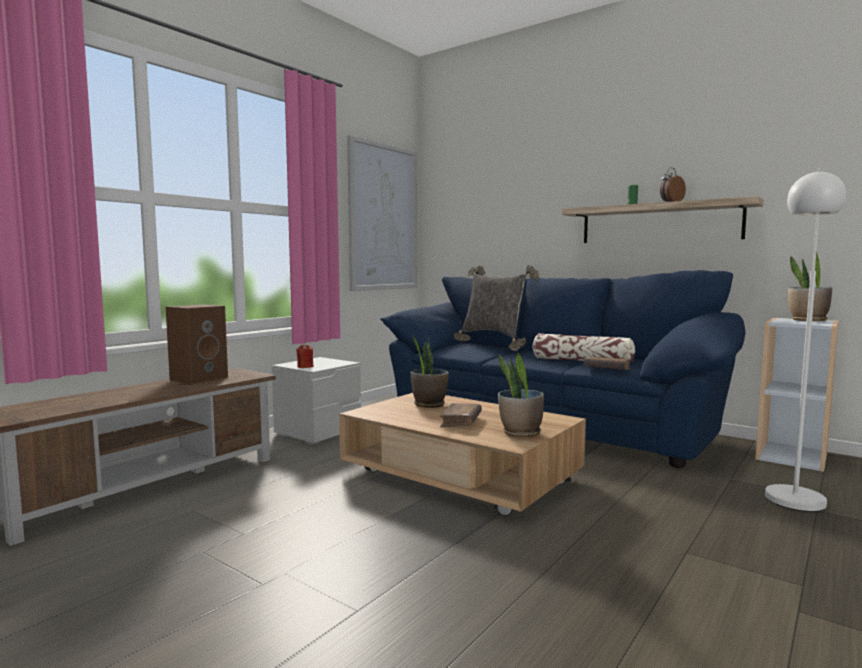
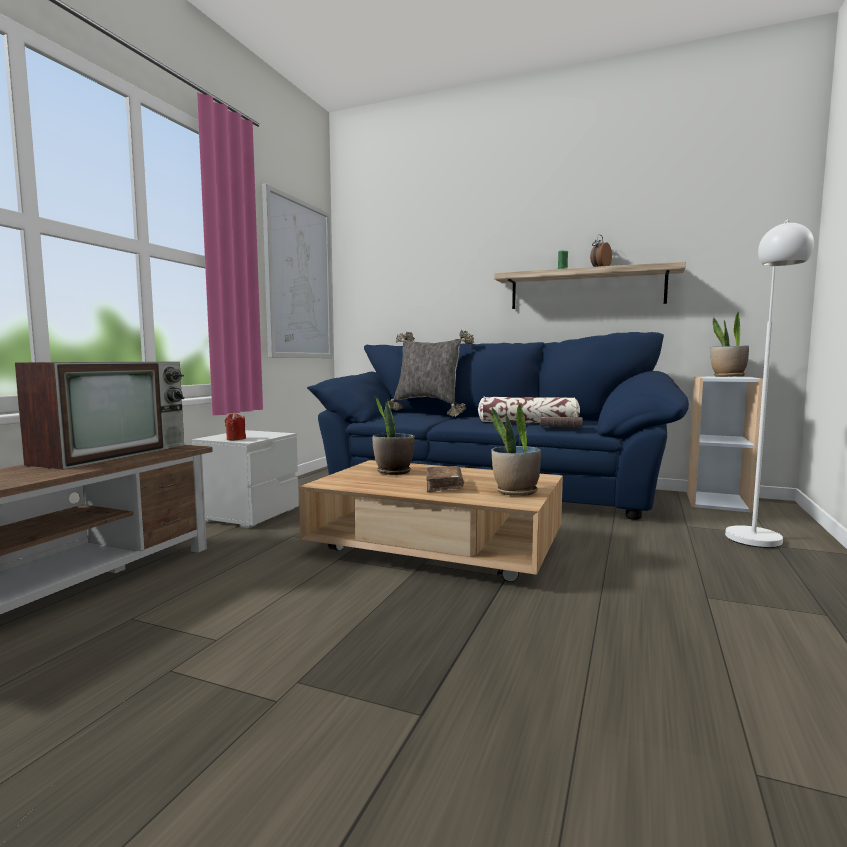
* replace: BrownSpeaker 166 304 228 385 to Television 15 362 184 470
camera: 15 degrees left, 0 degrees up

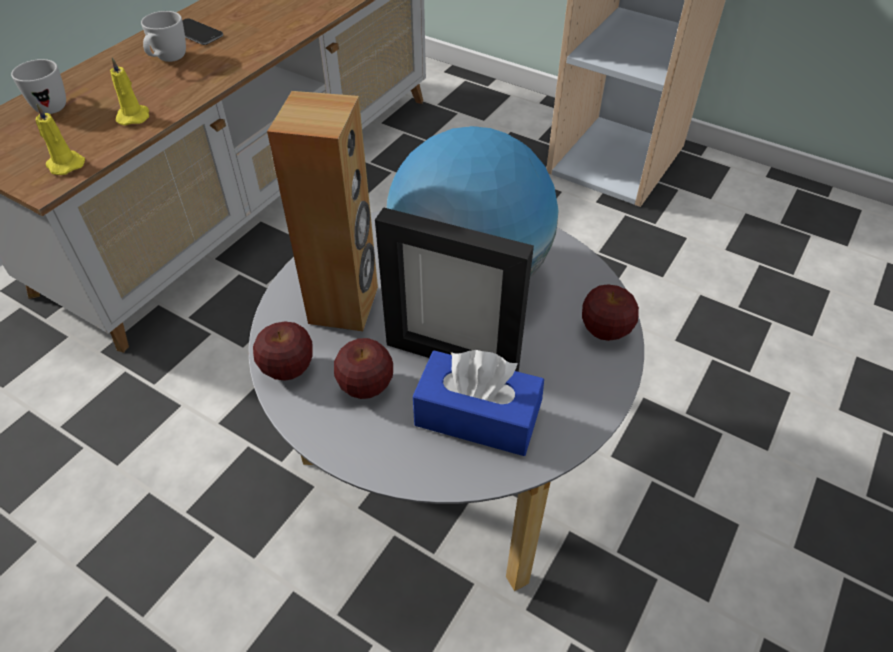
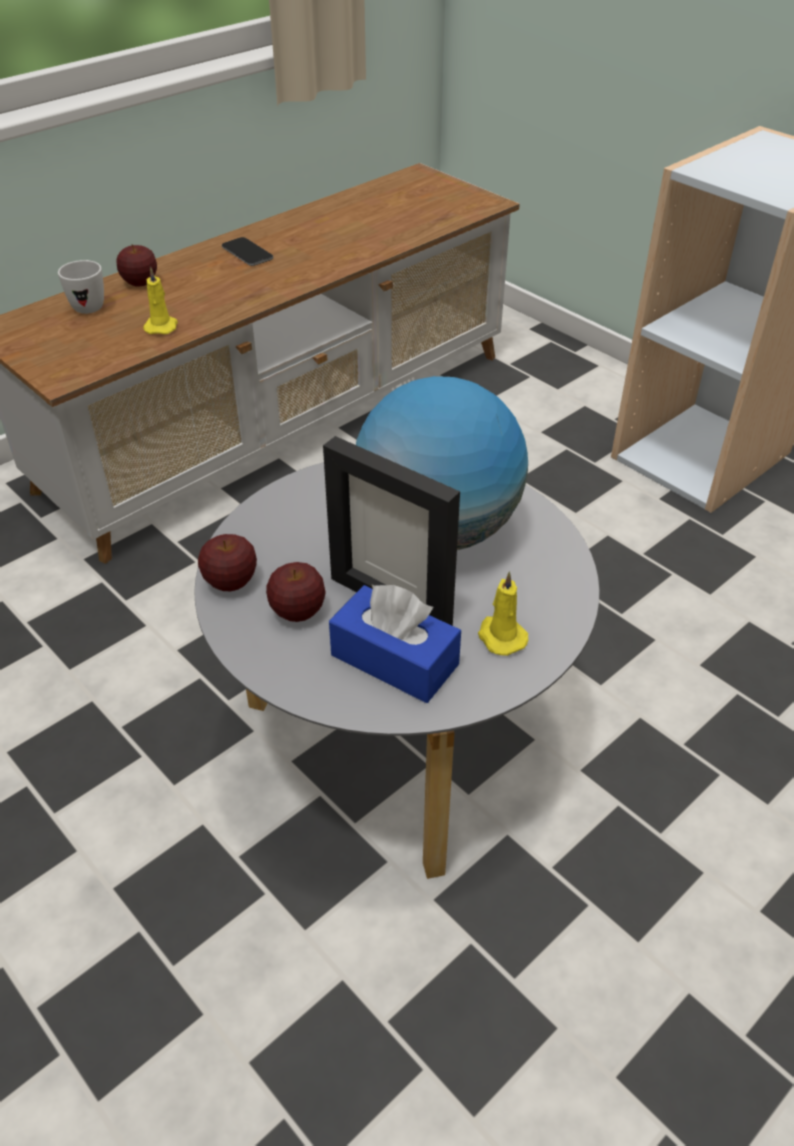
* delete: WhiteMug 141 11 186 62
* delete: BrownSpeaker 267 91 378 331
* move: YellowCandle 35 104 85 175 to 478 571 528 656
* move: Apple 582 284 639 341 to 116 244 157 287
camera: 15 degrees right, 5 degrees down

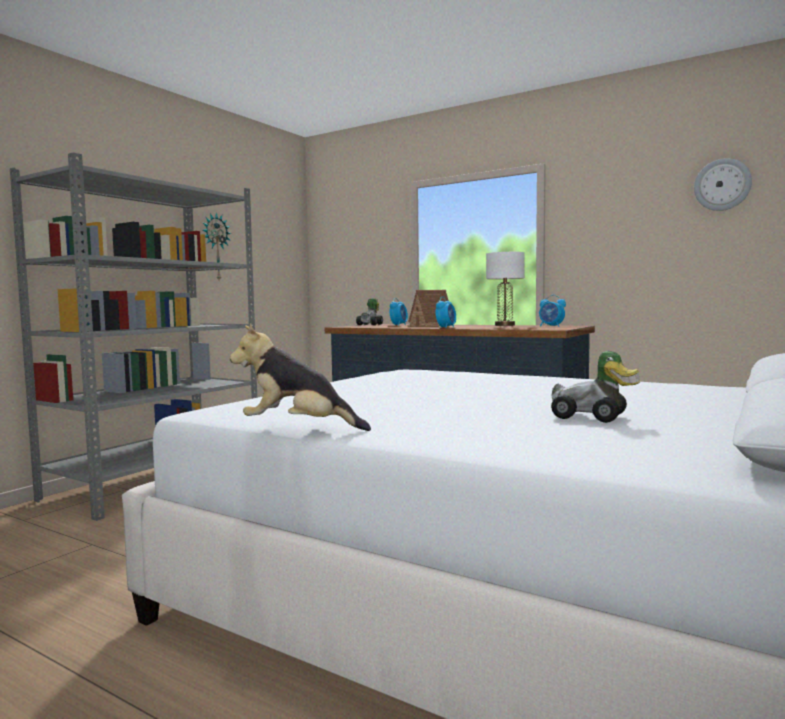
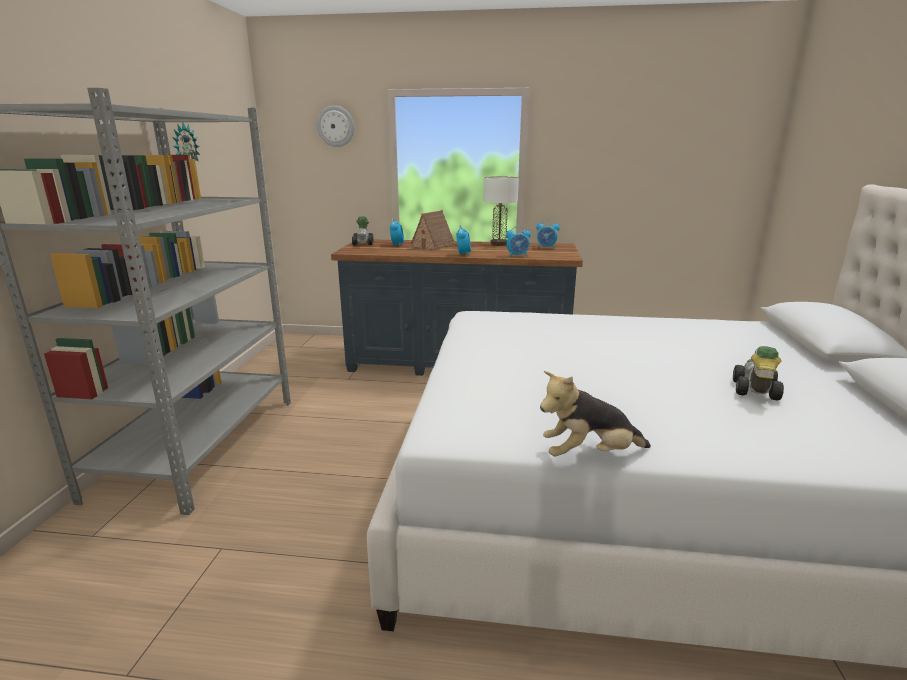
* move: WallClock 694 158 752 211 to 317 105 354 147
* rotate: ToyCar 551 351 641 423 = 733 346 784 400 105 degrees clockwise
* insert: AlarmClock 506 226 531 257
camera: 25 degrees left, 15 degrees up

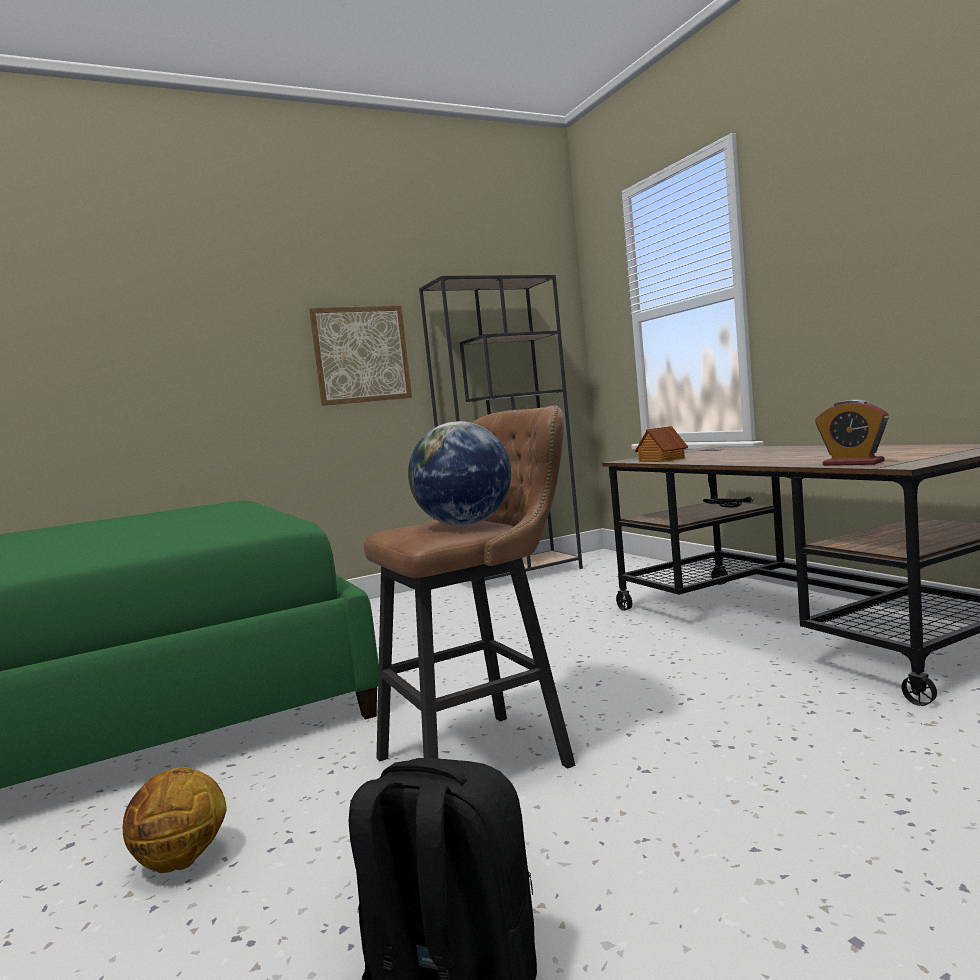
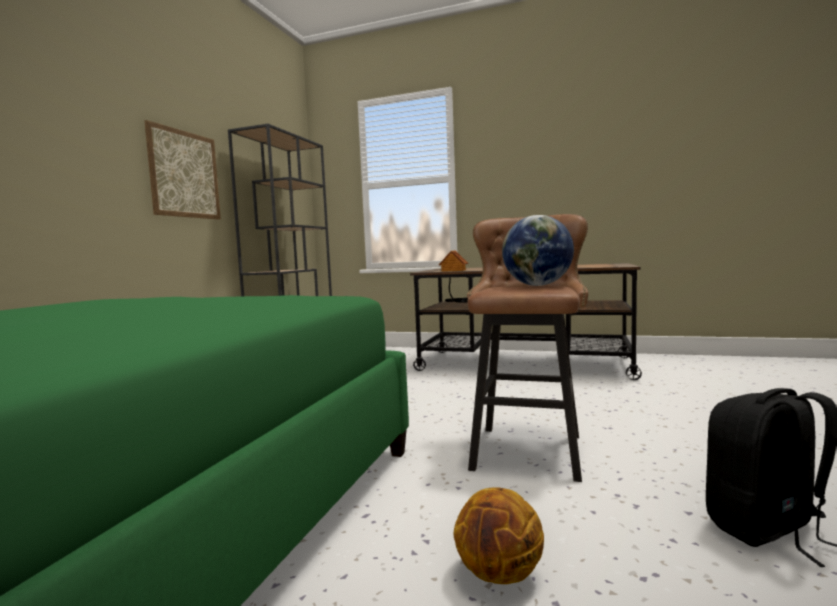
* delete: AlarmClock 815 399 889 466
camera: 45 degrees left, 0 degrees up

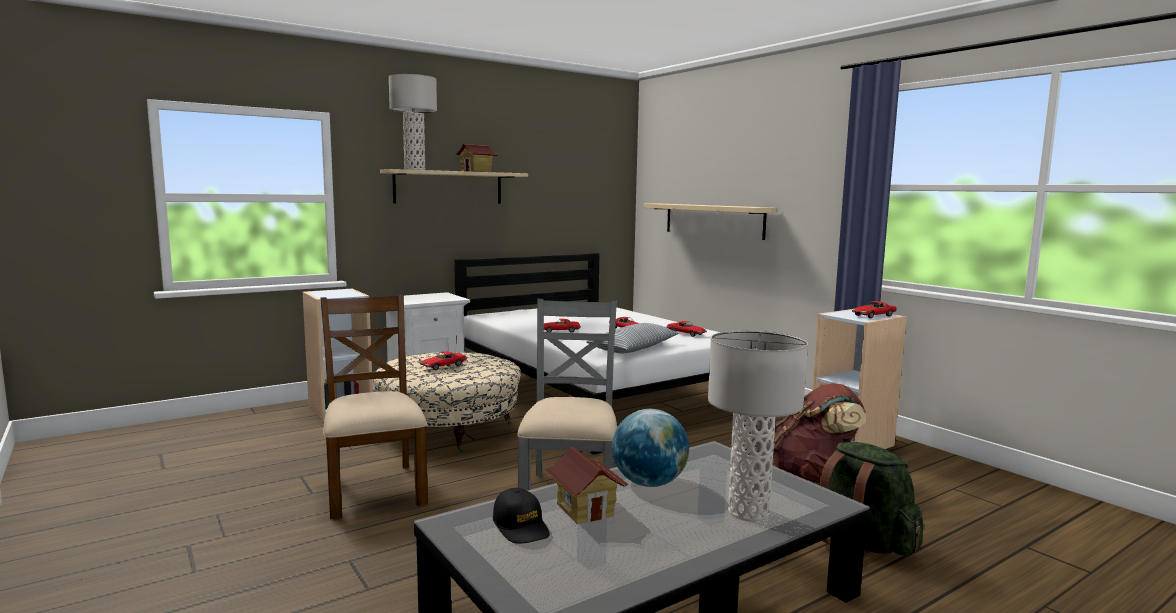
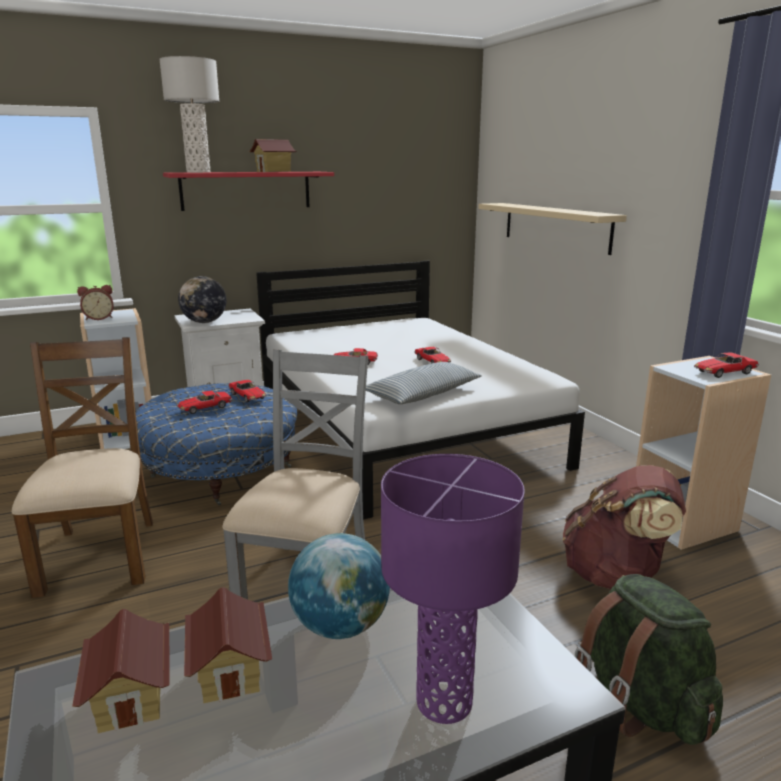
* recolor: BeigeShelf 380 169 528 204 to RedShelf 163 172 334 211
* move: ToyCar 666 321 707 337 to 228 380 266 403
* recolor: WhiteTableLamp 708 330 808 521 to PurpleTableLamp 381 454 525 724
* recolor: BeigeOttoman 373 352 521 452 to BlueOttoman 135 383 297 506
* replace: BlackCap 493 488 550 543 to ToyHouse 72 609 169 733
* insert: Globe 178 276 226 323
* insert: AlarmClock 77 285 114 320
camera: 10 degrees right, 10 degrees up

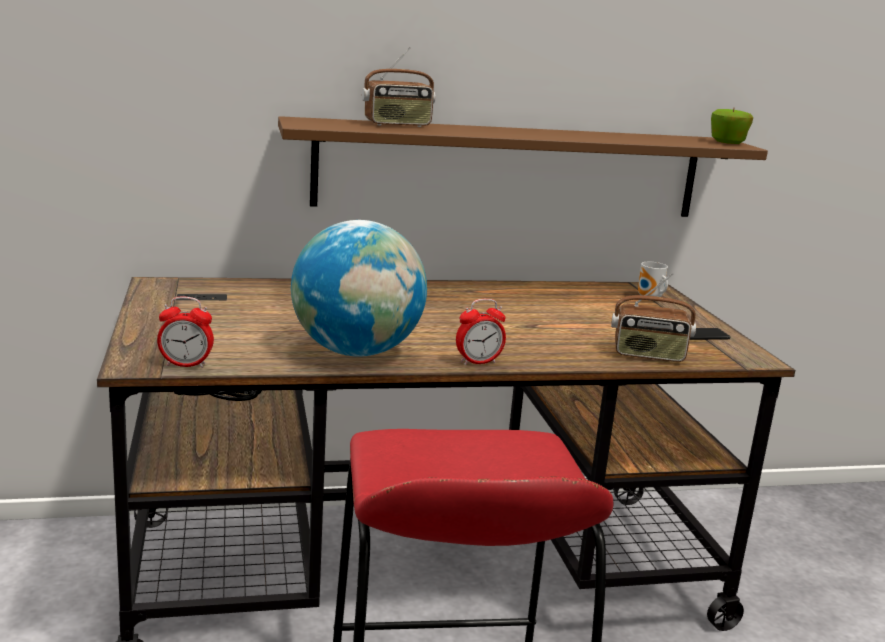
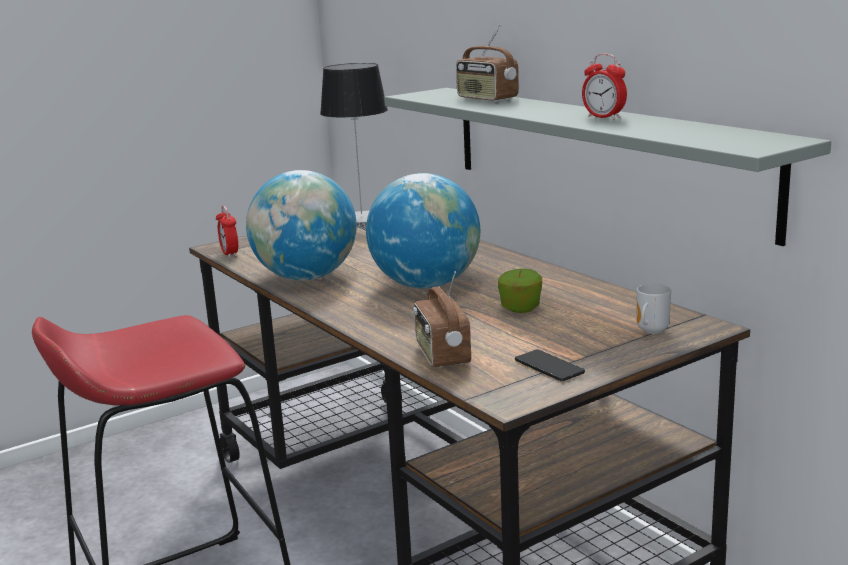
* move: Apple 711 108 753 144 to 498 269 542 313
* recolor: BrownShelf 278 116 768 217 to GreyShelf 384 88 831 246
* move: AlarmClock 456 299 506 365 to 582 53 627 120
* insert: TableLamp 320 63 388 223
* insert: Globe 366 173 480 289
camera: 70 degrees right, 0 degrees up

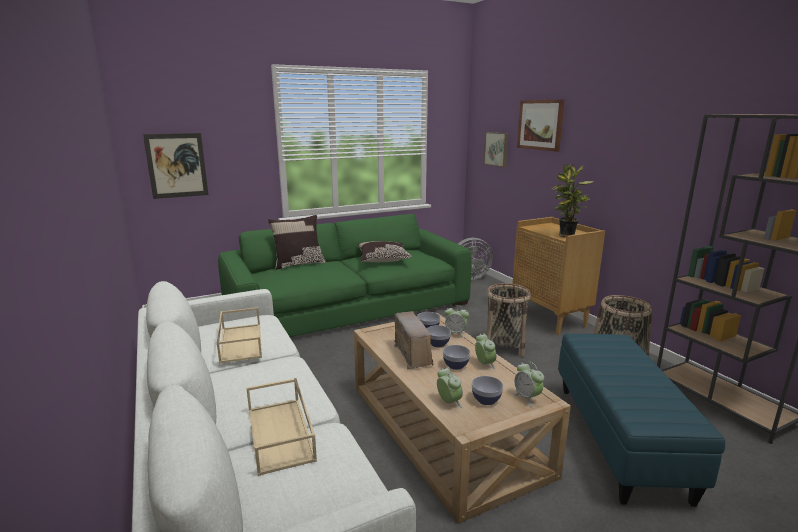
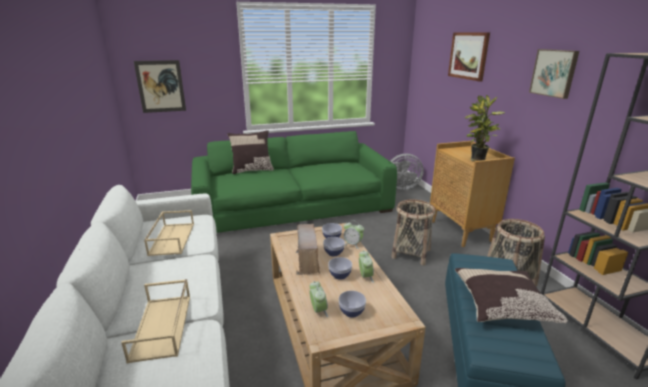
* move: Picture 484 132 509 167 to 529 49 579 99
* move: Pillow 358 241 411 262 to 455 268 568 323
* delete: AlarmClock 513 362 544 406
camera: 10 degrees right, 5 degrees up

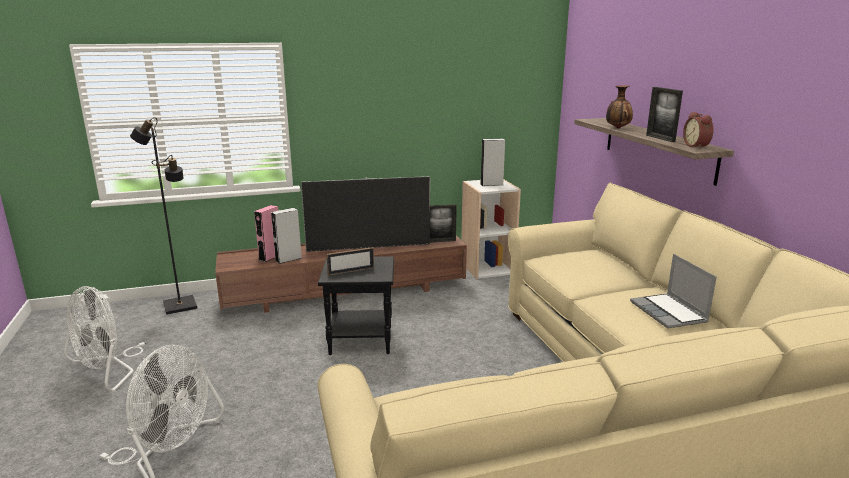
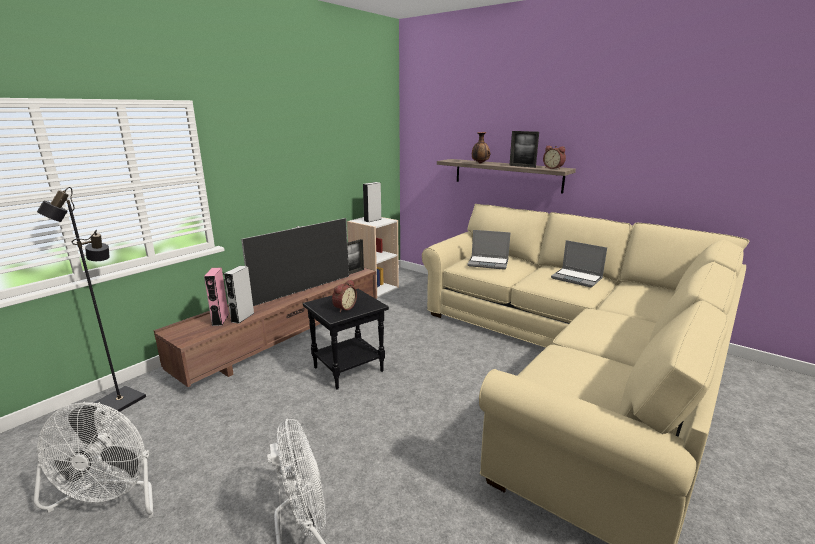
* replace: PictureFrame 327 247 374 275 to AlarmClock 332 280 357 312
* insert: Laptop 468 230 511 270
camera: 35 degrees left, 0 degrees up

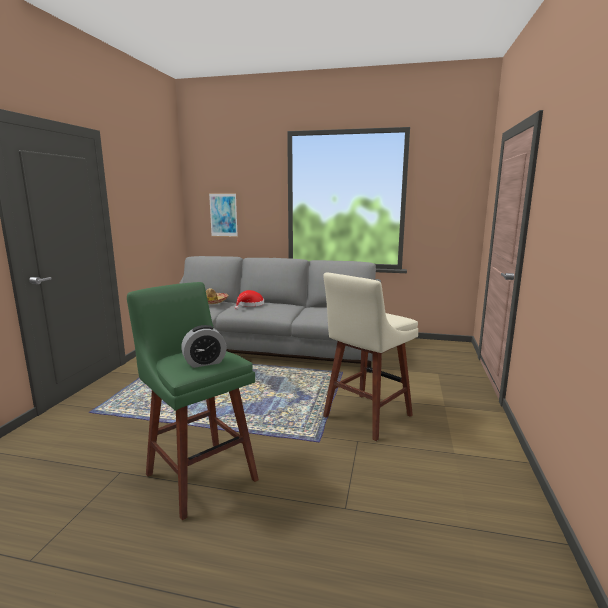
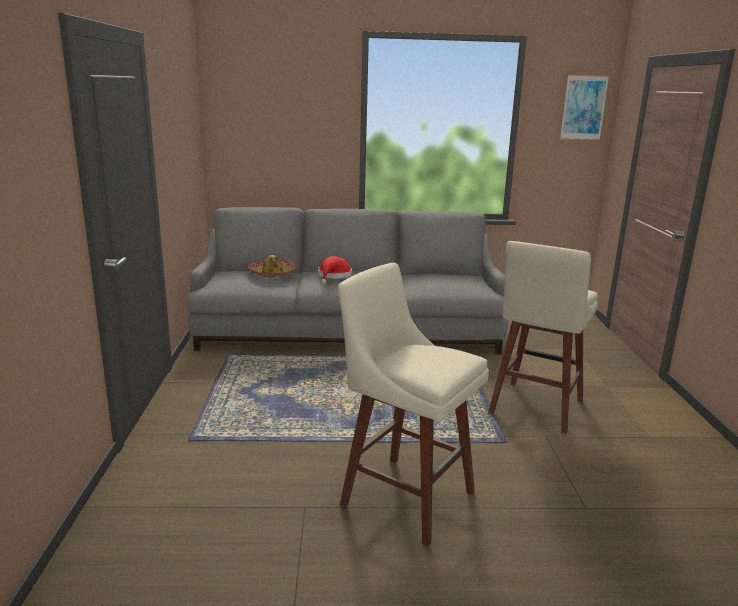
* move: Picture 209 193 238 237 to 560 74 609 140
* recolor: GreenStool 127 282 259 520 to BeigeStool 338 263 489 547
* delete: AlarmClock 181 325 227 368
camera: 15 degrees left, 5 degrees up

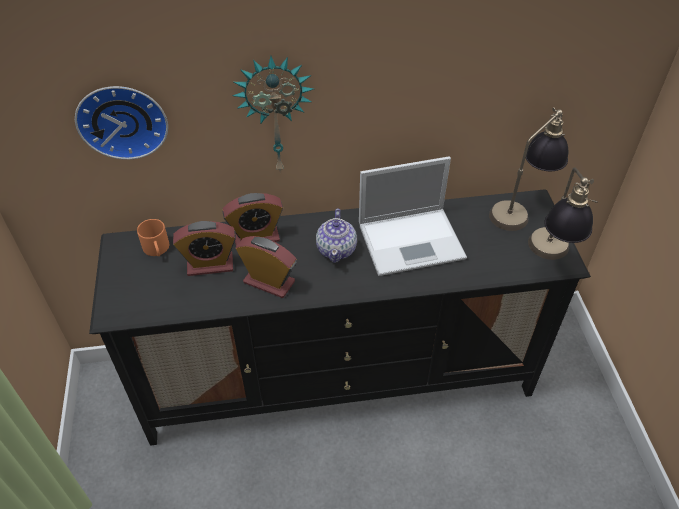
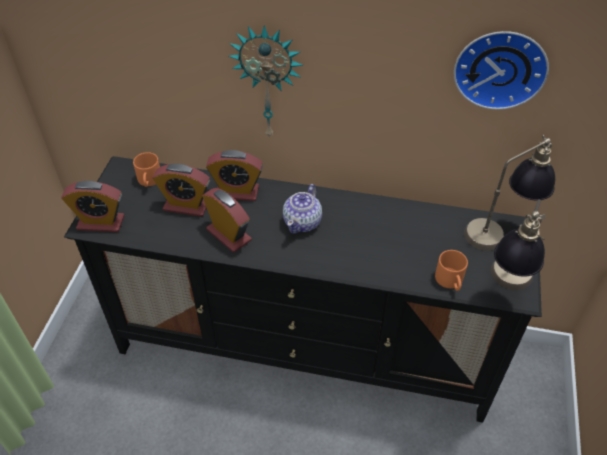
* move: WallClock 75 86 168 160 to 454 31 549 110
* delete: Laptop 359 157 467 276
* insert: AlarmClock 61 181 125 232
* insert: OrangeMug 435 250 468 291
camera: 20 degrees right, 0 degrees up

